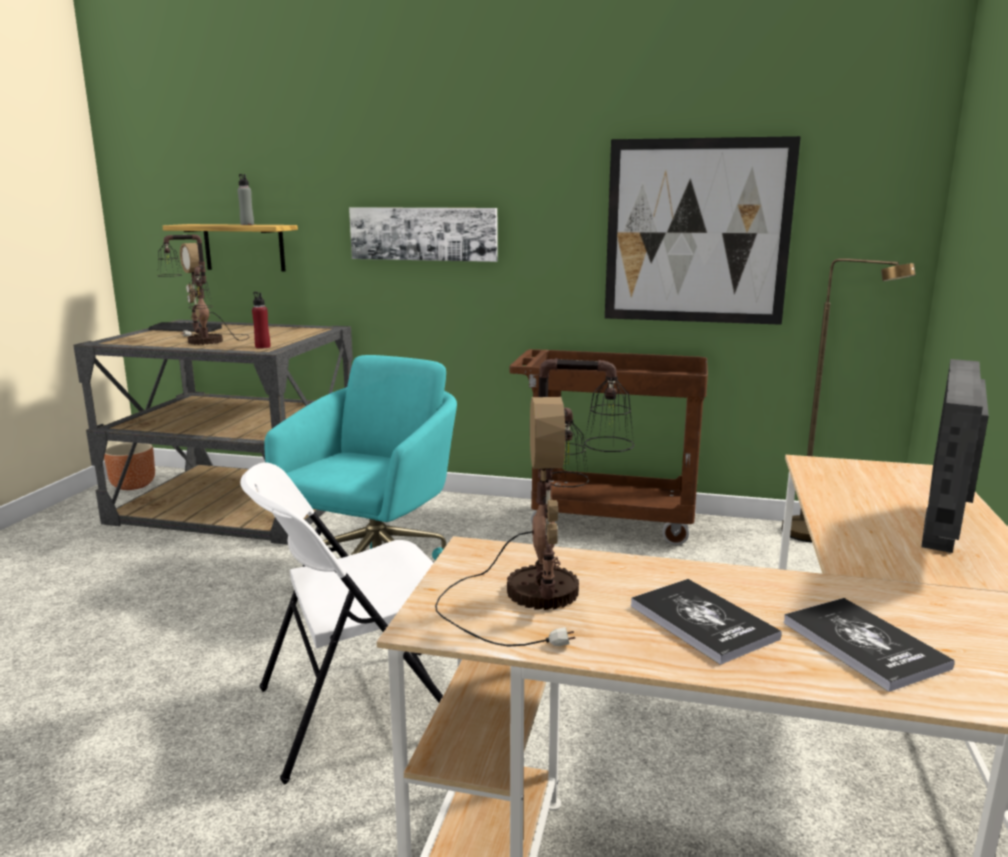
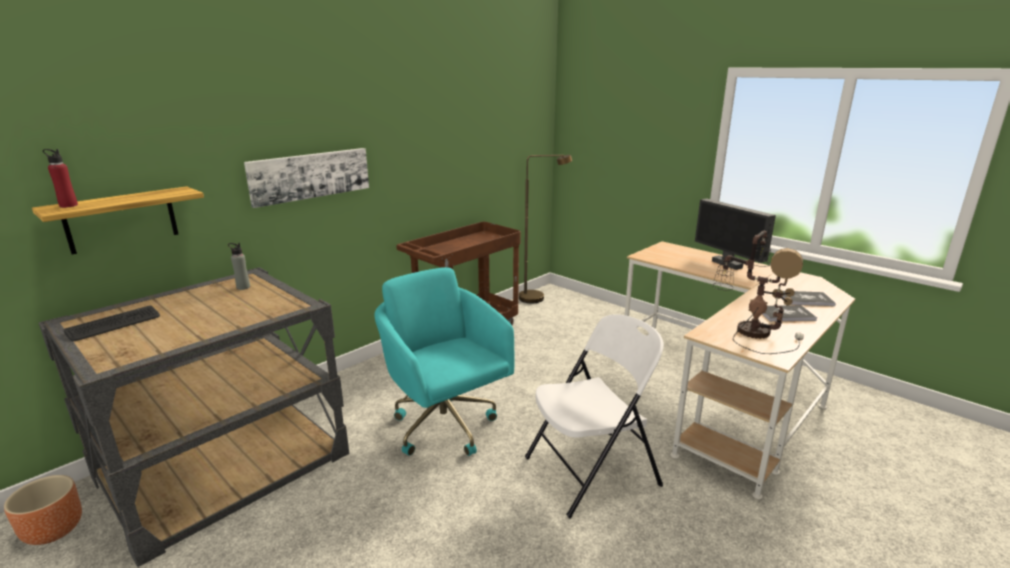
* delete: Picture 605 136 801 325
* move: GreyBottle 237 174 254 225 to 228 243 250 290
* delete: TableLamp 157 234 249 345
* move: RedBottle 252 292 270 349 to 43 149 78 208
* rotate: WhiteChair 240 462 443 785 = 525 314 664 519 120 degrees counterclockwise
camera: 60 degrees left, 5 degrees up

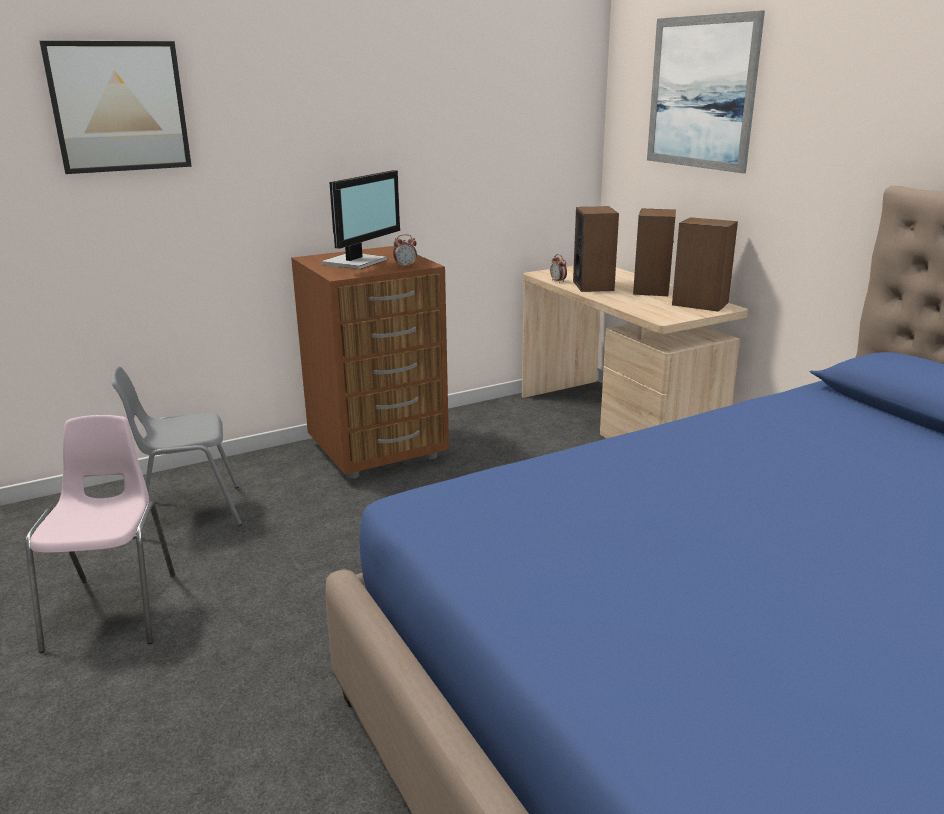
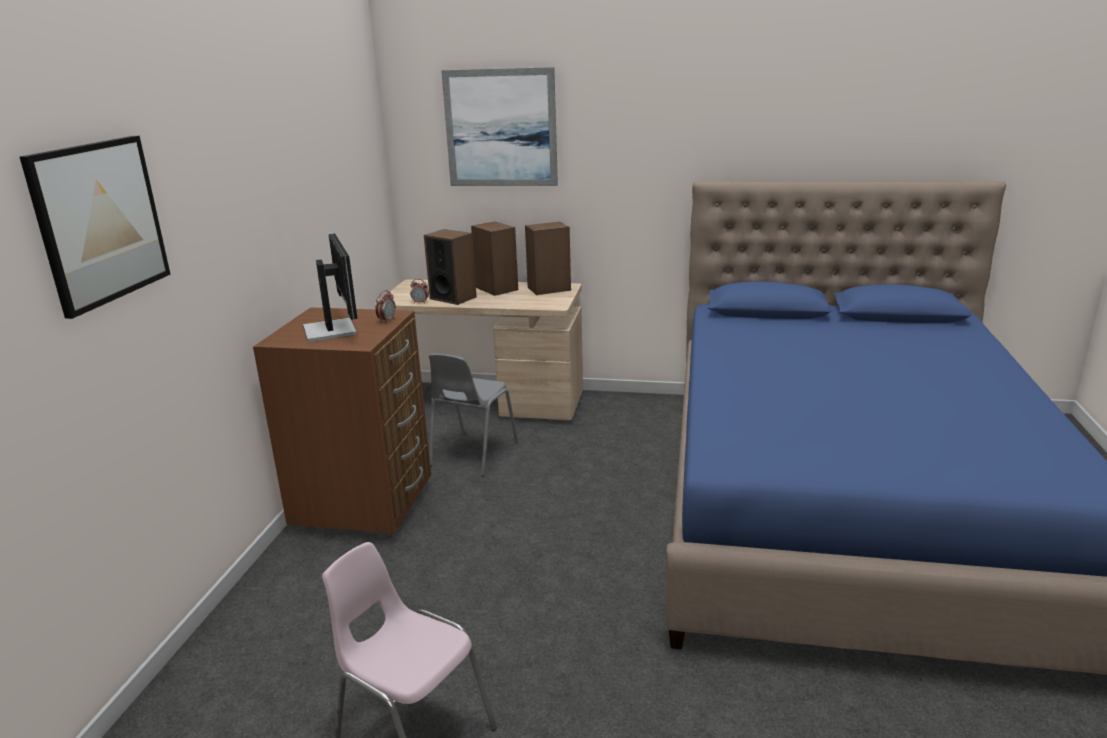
* move: GreyChair 111 366 242 526 to 429 353 518 476
camera: 50 degrees left, 0 degrees up

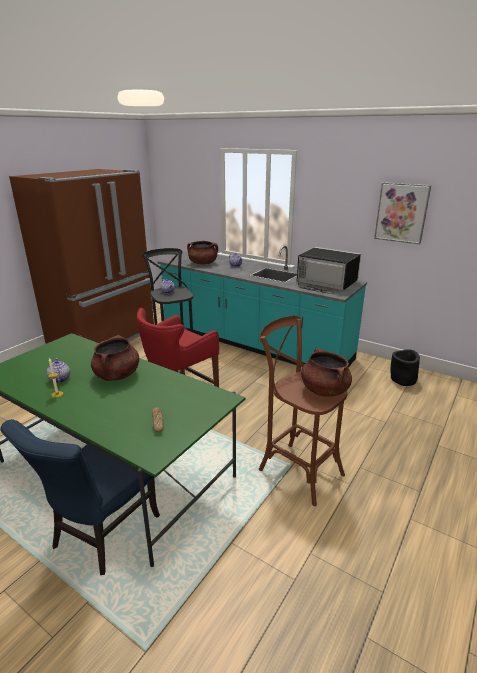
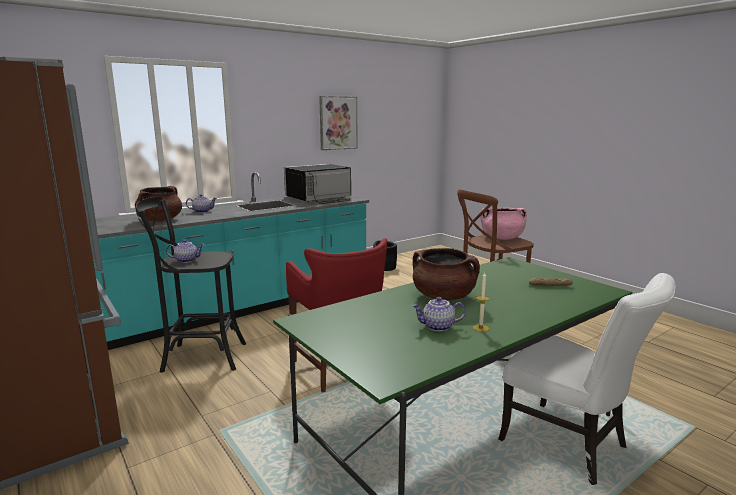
* recolor: BrownCookingPot 301 348 352 397 to PinkCookingPot 480 208 527 240
* recolor: BlueChair 0 419 160 575 to WhiteChair 498 273 676 485
camera: 70 degrees left, 10 degrees down

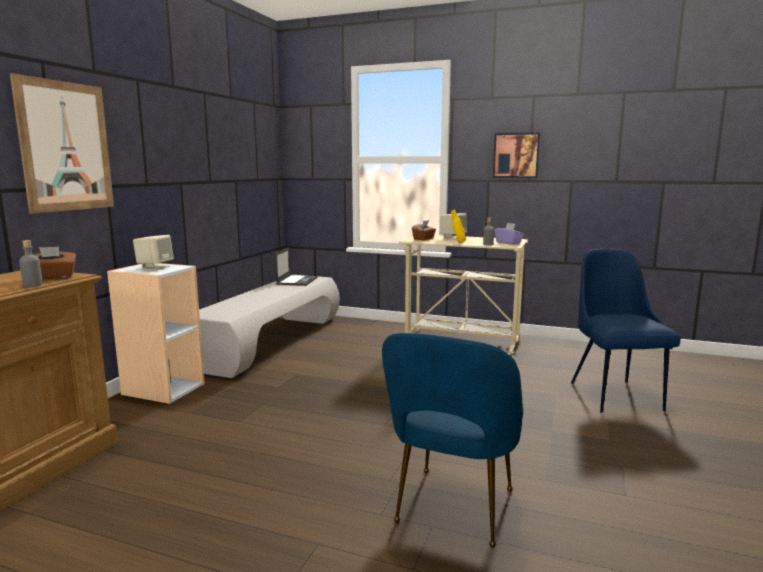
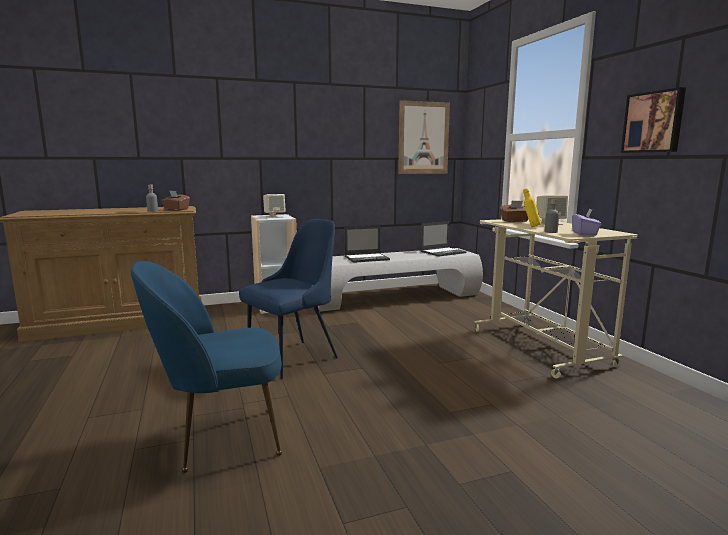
* move: Picture 10 73 114 214 to 398 100 450 174
* move: BlueChair 571 248 681 413 to 239 219 338 379
* insert: Laptop 345 225 390 263
camera: 50 degrees right, 0 degrees up

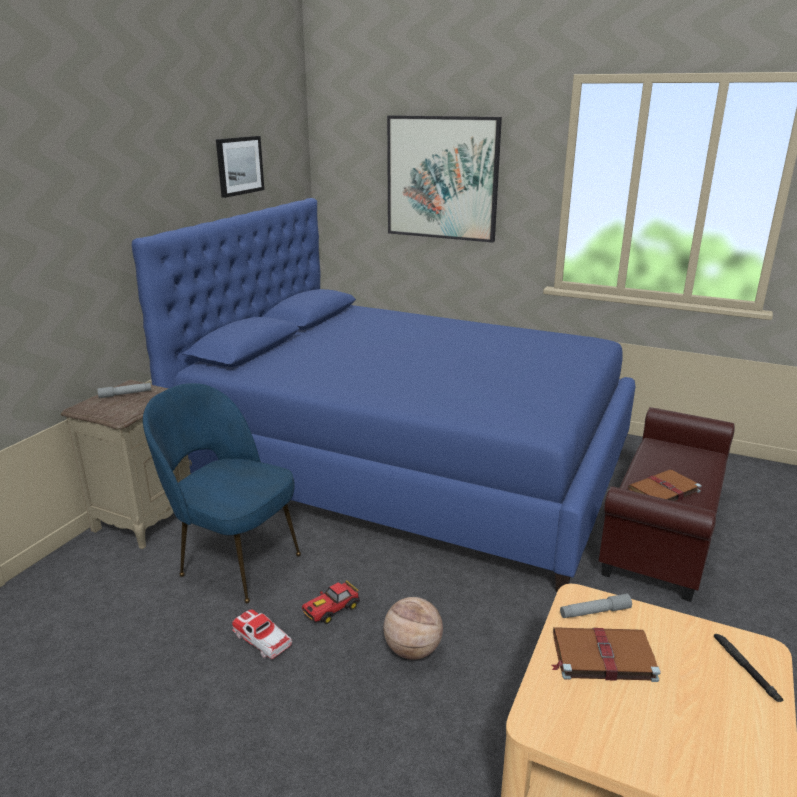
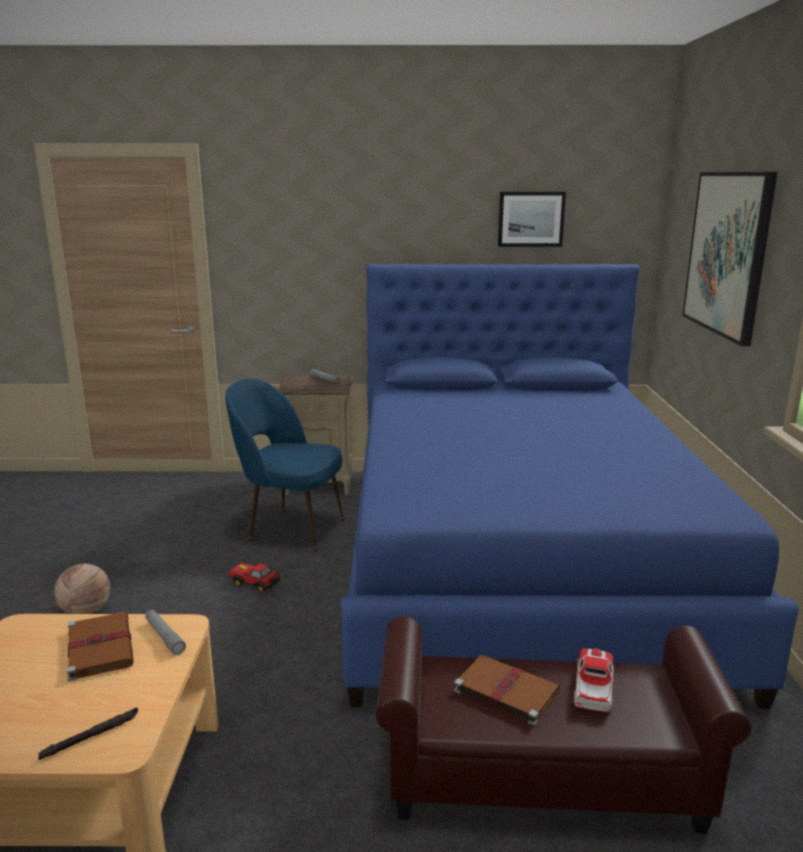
* rotate: BlueChair 143 383 301 603 = 226 379 344 551 75 degrees counterclockwise
* move: Basketball 384 597 443 660 to 54 563 110 614
* move: ToyCar 232 609 292 659 to 573 648 614 712
camera: 65 degrees right, 5 degrees down

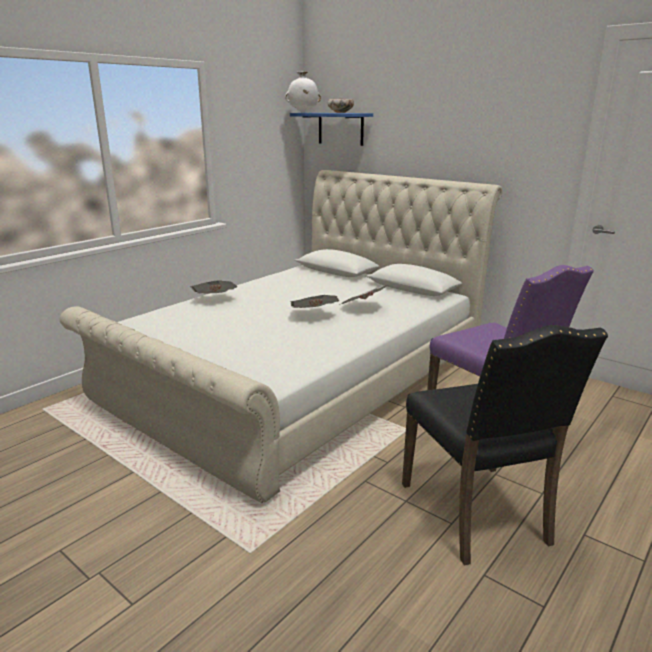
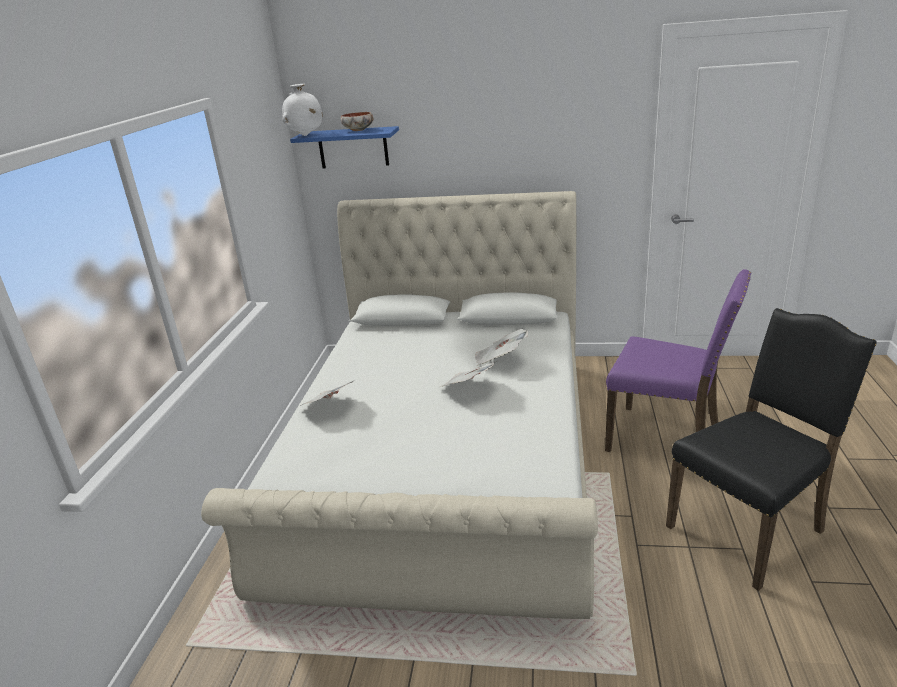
* rotate: BlackChair 402 325 608 565 = 666 308 877 591 75 degrees counterclockwise
camera: 30 degrees left, 5 degrees up

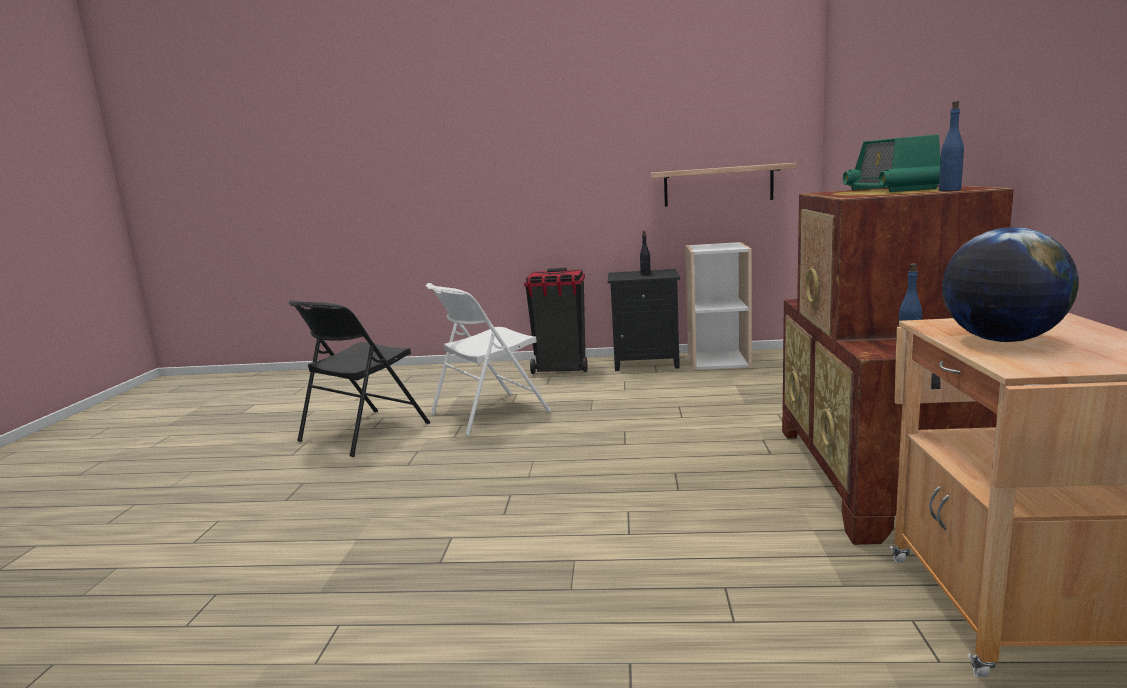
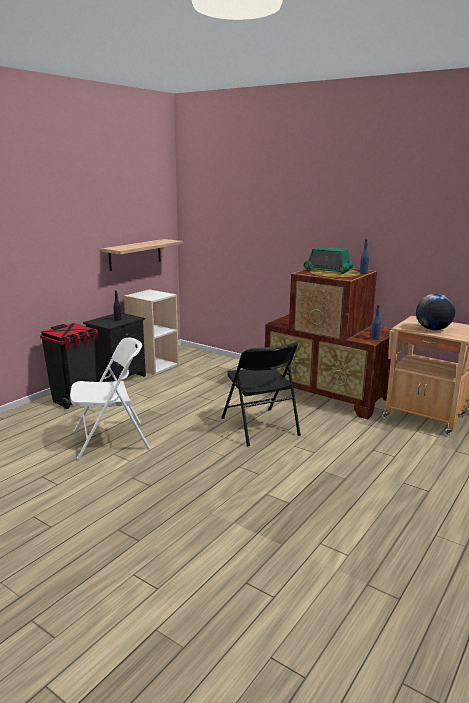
* rotate: WhiteChair 426 283 551 436 = 70 338 150 461 105 degrees counterclockwise
* move: BlackChair 288 300 430 457 to 221 343 301 446
camera: 60 degrees left, 5 degrees up

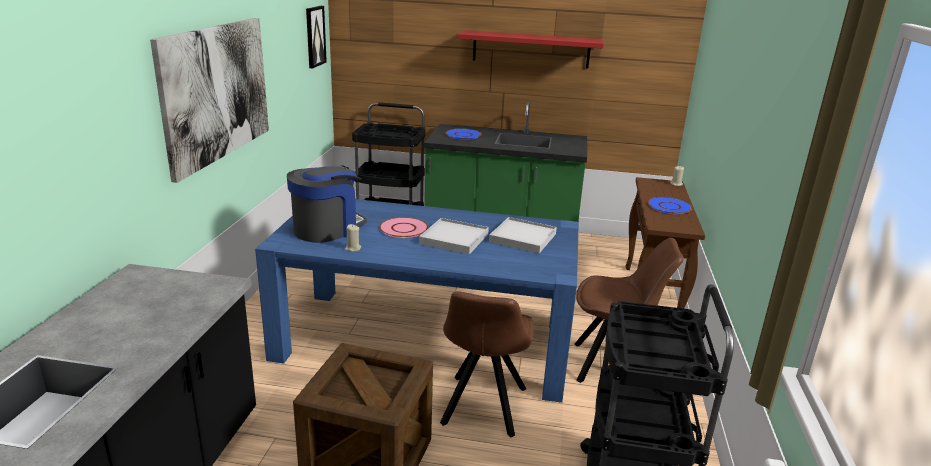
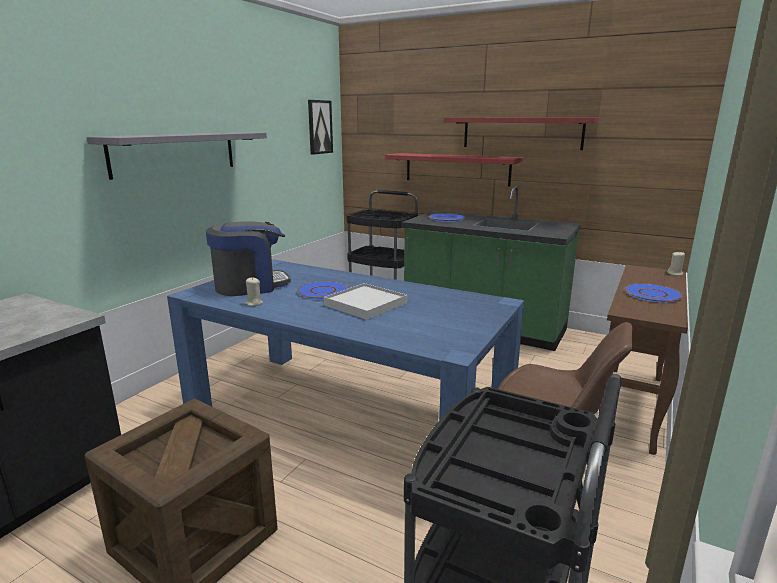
* replace: Picture 150 18 269 183 to GreyShelf 86 132 267 180
* recolor: PinkPlate 379 217 428 238 to BluePlate 297 281 349 299
* delete: WhiteTray 489 217 557 254
* delete: BrownChair 440 291 534 437
* insert: RedShelf 385 153 523 186
camera: 20 degrees right, 5 degrees down

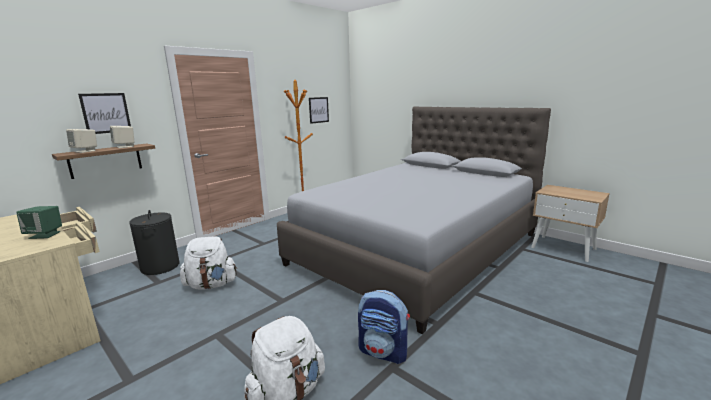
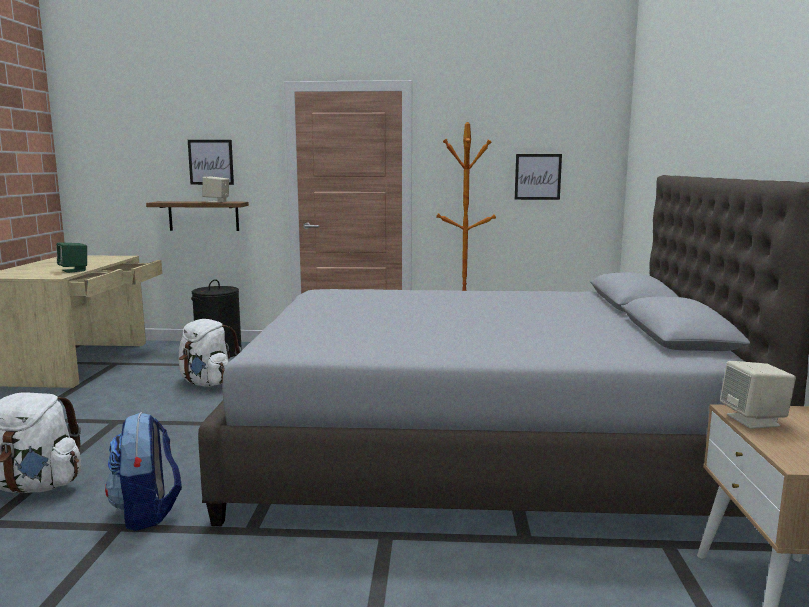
* move: BeigeSpeaker 66 129 97 153 to 720 361 796 429
camera: 50 degrees right, 5 degrees down

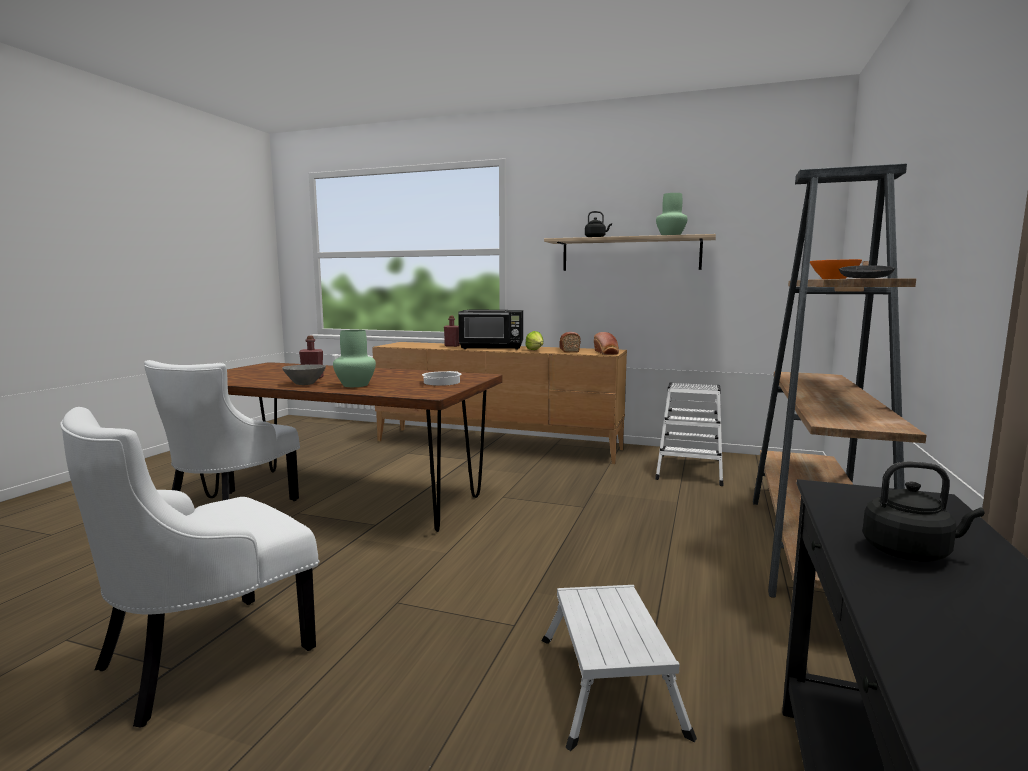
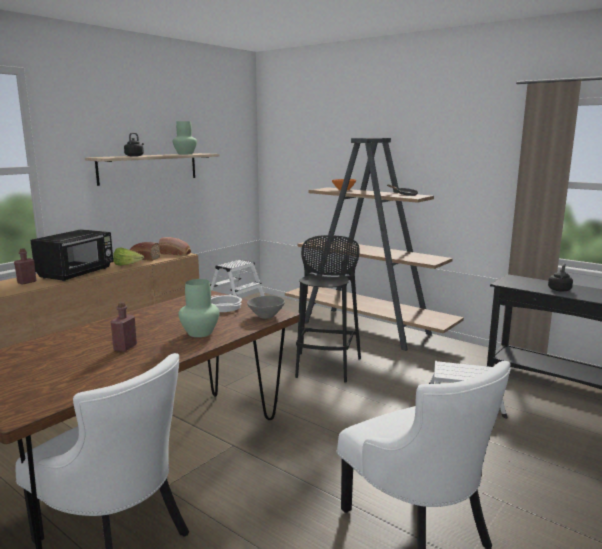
* move: GreyBowl 282 364 326 385 to 247 296 285 319
* insert: BlackStool 295 235 361 382
camera: 70 degrees left, 5 degrees up

